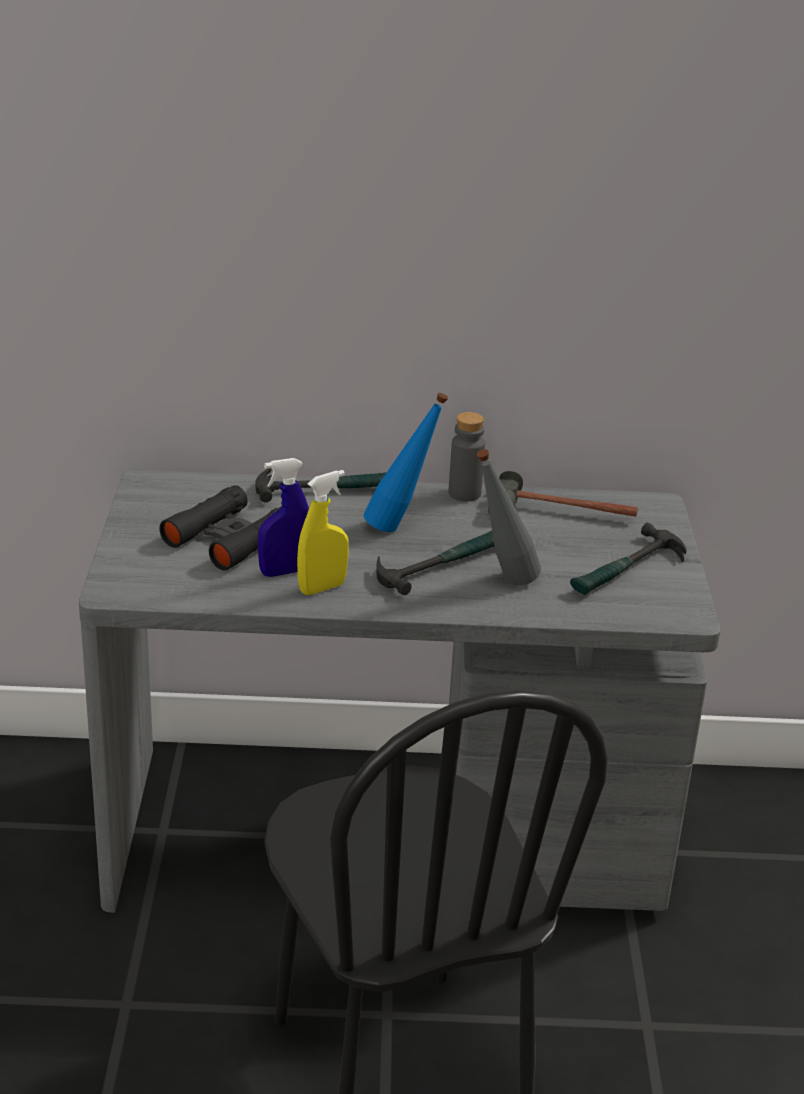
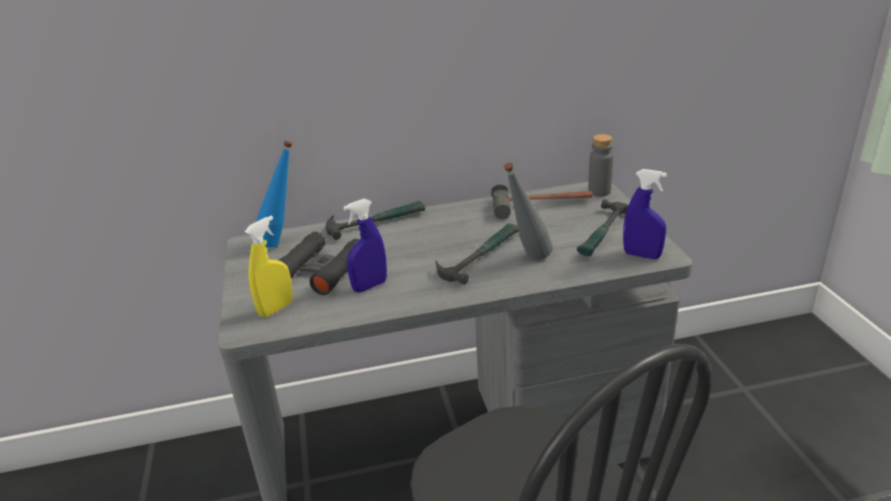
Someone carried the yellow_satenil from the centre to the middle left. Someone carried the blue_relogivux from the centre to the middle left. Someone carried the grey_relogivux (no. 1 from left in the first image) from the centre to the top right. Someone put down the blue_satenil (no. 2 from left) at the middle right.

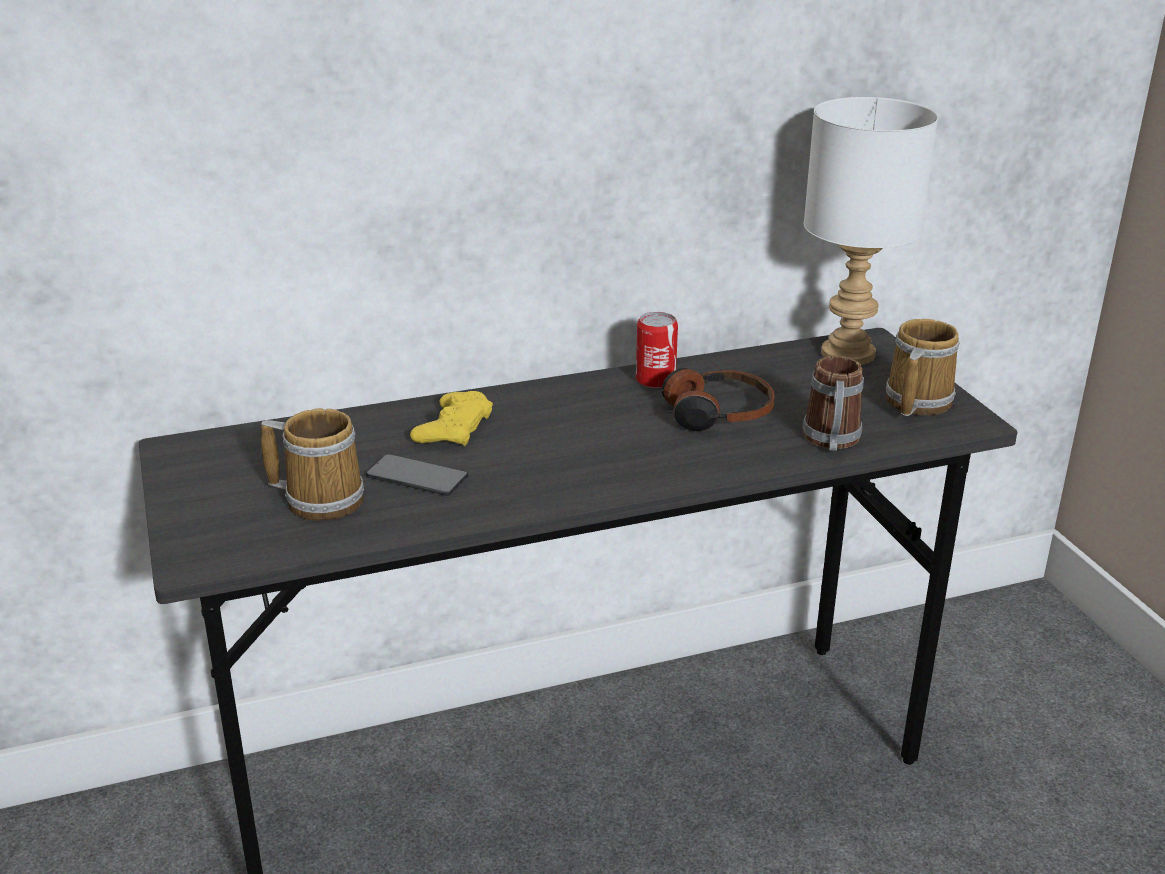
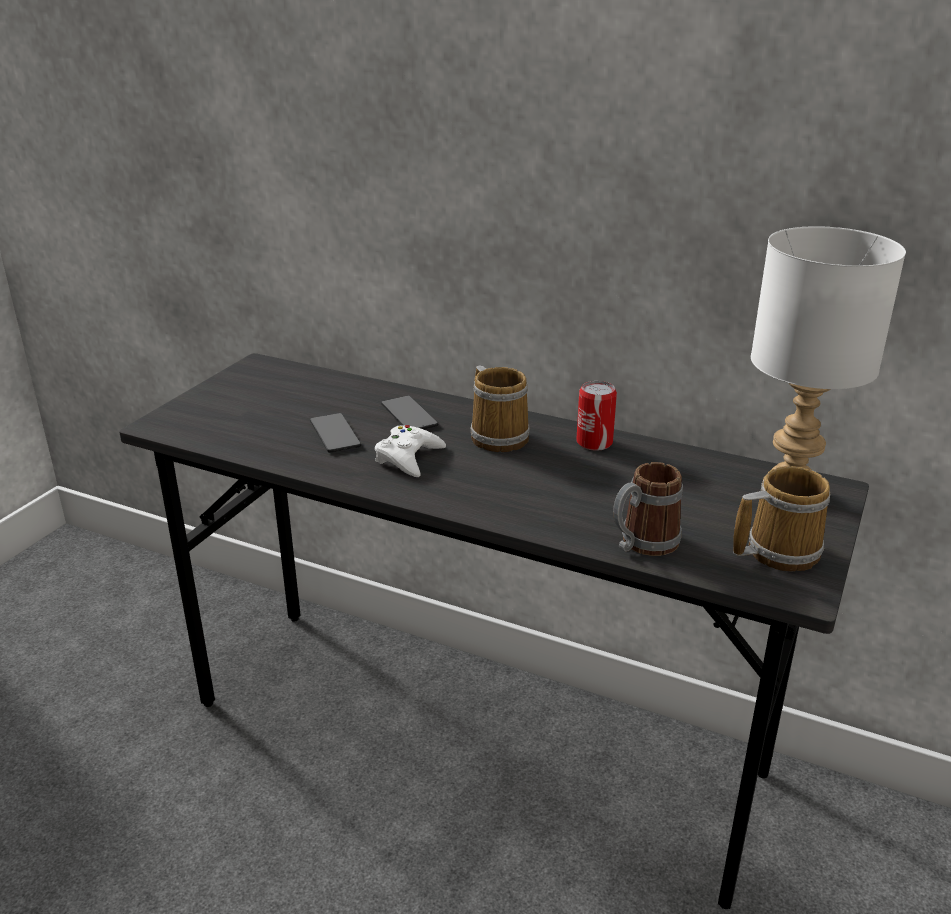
Someone put down the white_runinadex at the centre. Someone swapped the yellow_runinadex at the centre for the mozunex (no. 2 from left) at the centre. Someone carried the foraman (no. 1 from left) from the middle left to the centre. Someone took away the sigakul at the centre.

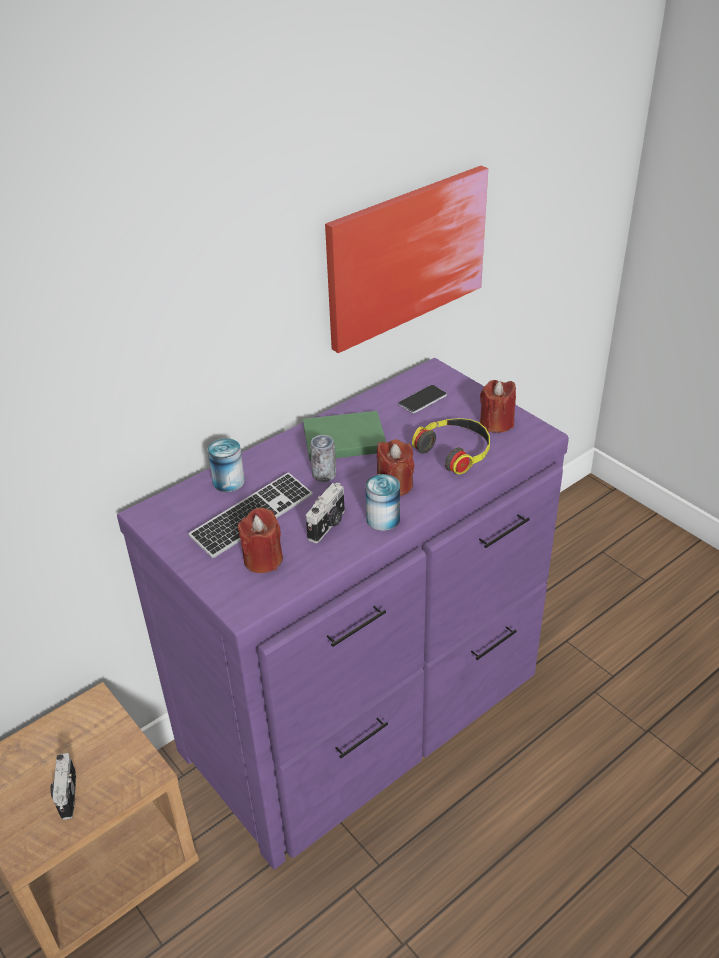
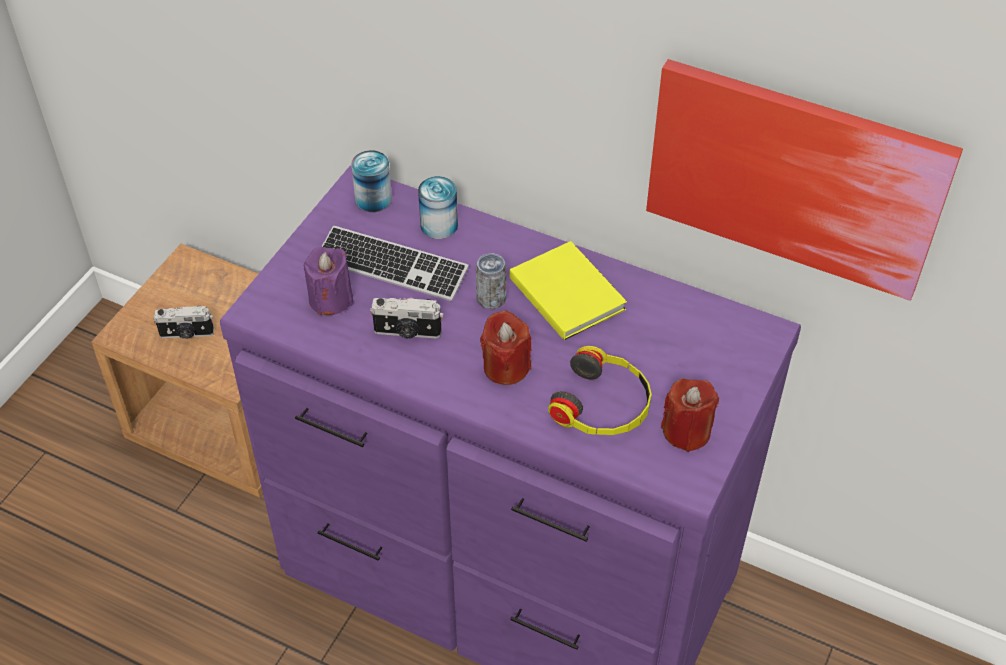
Someone rotated the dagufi (no. 1 from left) at the bottom left by 150 degrees counterclockwise. Someone repainted the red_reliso (no. 1 from left) at the centre, which became the purple_reliso at the middle left. Someone carried the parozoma (no. 3 from left in the first image) from the centre to the top centre. Someone repainted the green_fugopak at the centre, which became the yellow_fugopak at the centre. Someone took away the mozunex at the centre.

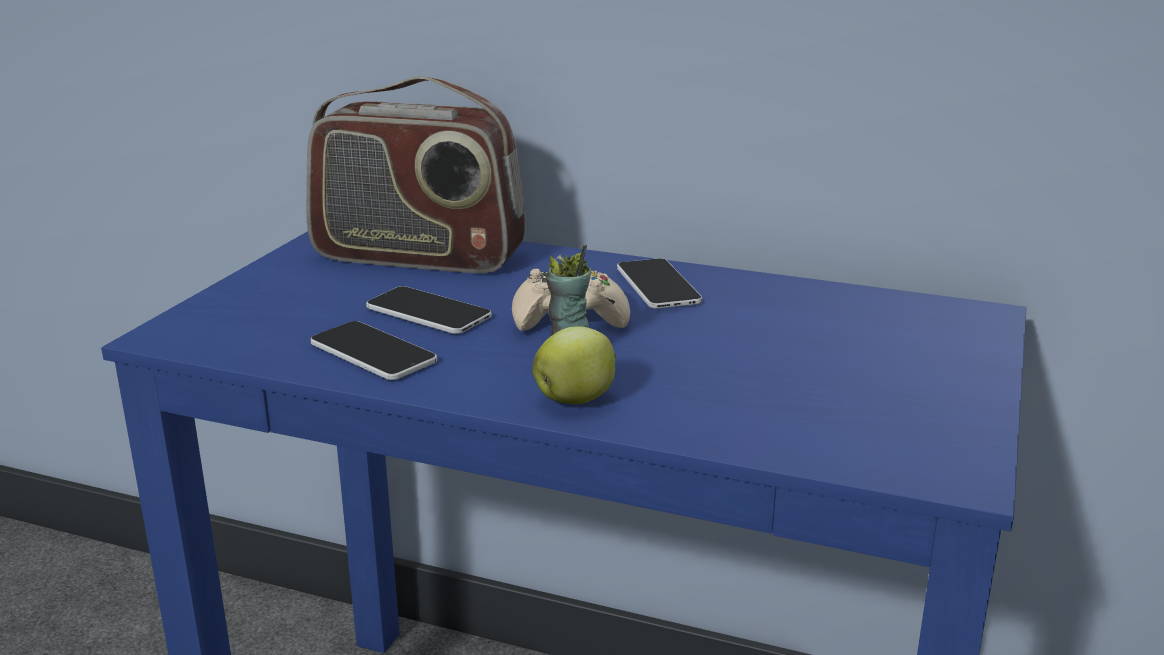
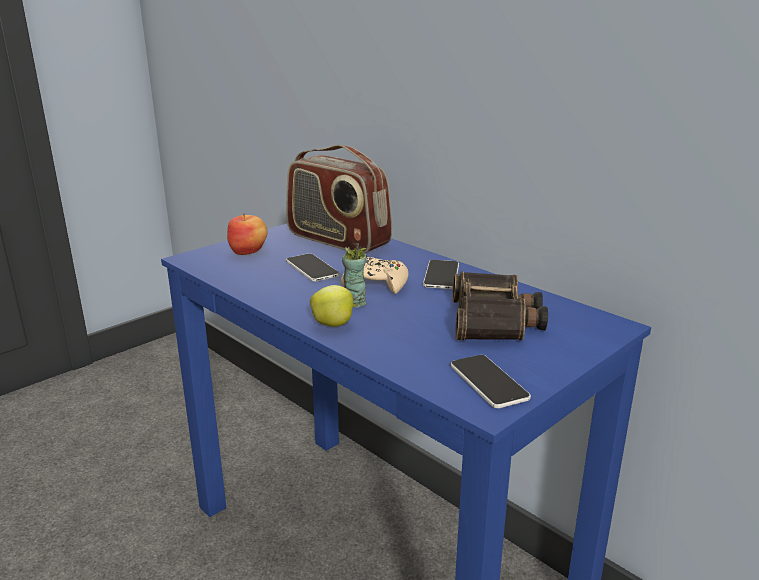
Someone put down the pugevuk (no. 1 from left) at the middle left. Someone carried the mozunex (no. 1 from left in the first image) from the middle left to the centre. Someone put down the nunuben at the centre.

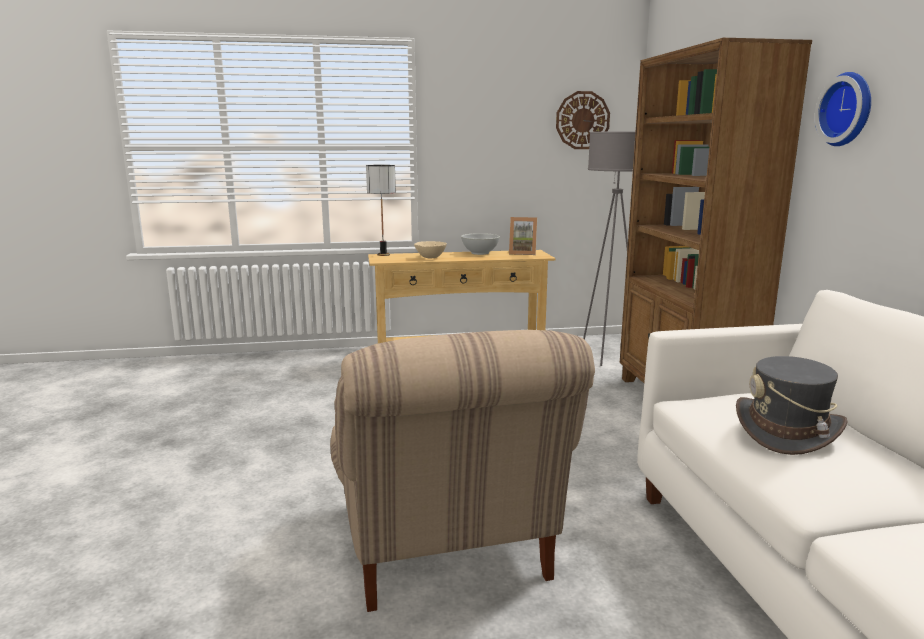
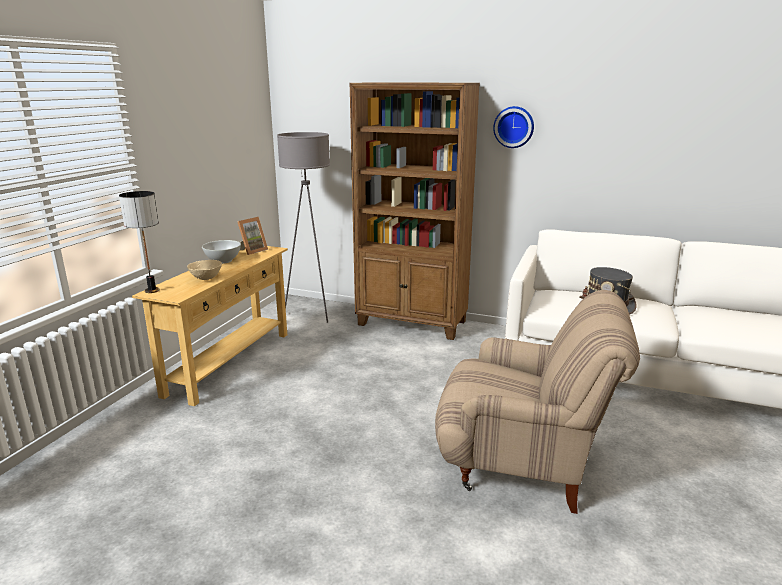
Someone took away the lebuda (no. 1 from left) at the top centre.

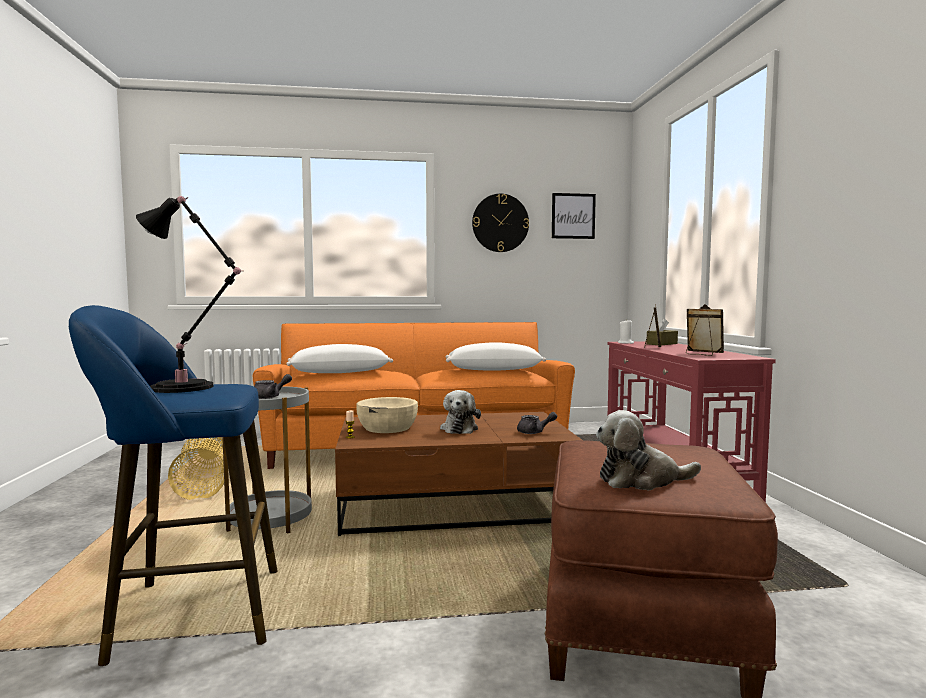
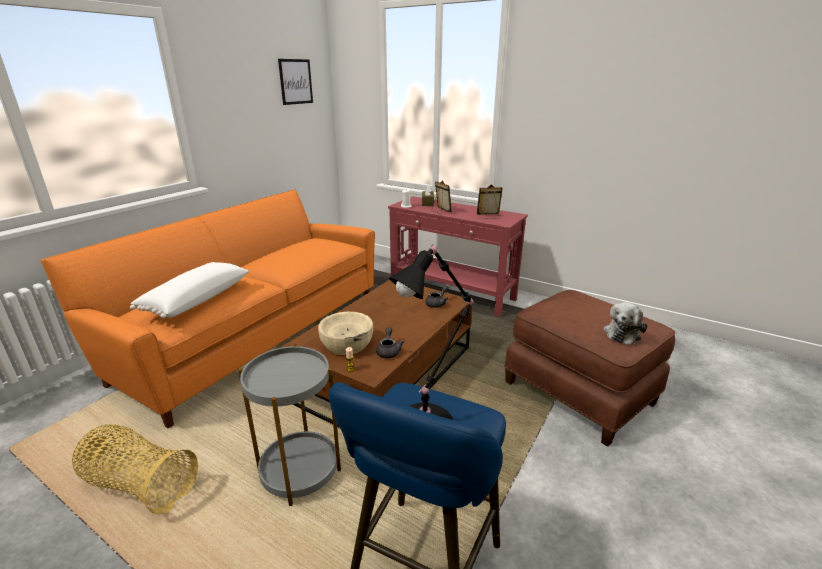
Someone carried the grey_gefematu (no. 1 from left) from the middle left to the centre. Someone took away the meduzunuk (no. 1 from left) at the centre. Someone took away the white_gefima (no. 2 from left) at the centre. Someone took away the lebuda at the top centre.

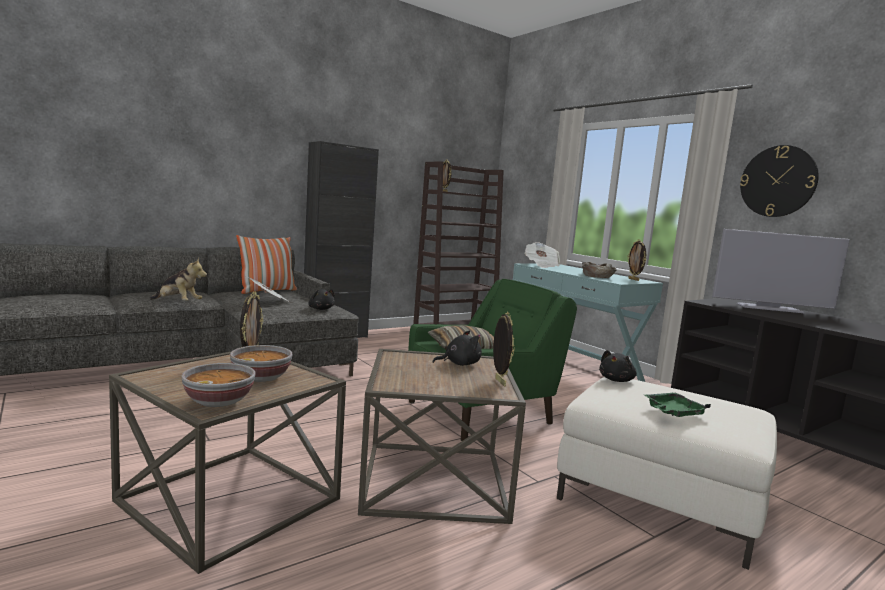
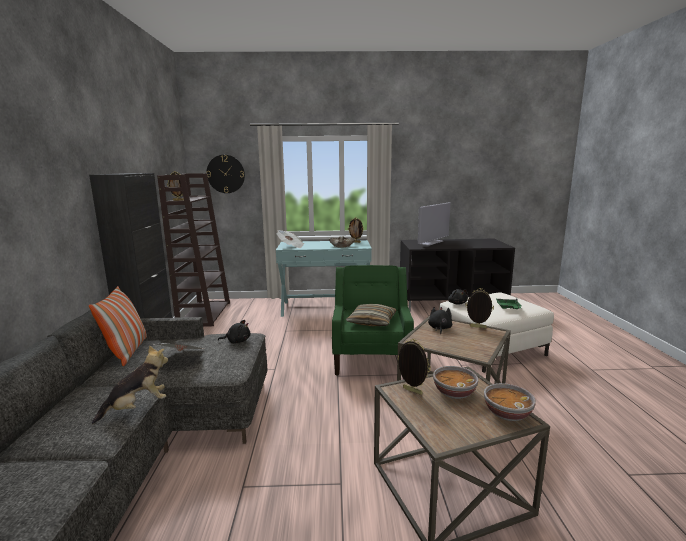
Someone carried the lebuda from the top right to the top left.

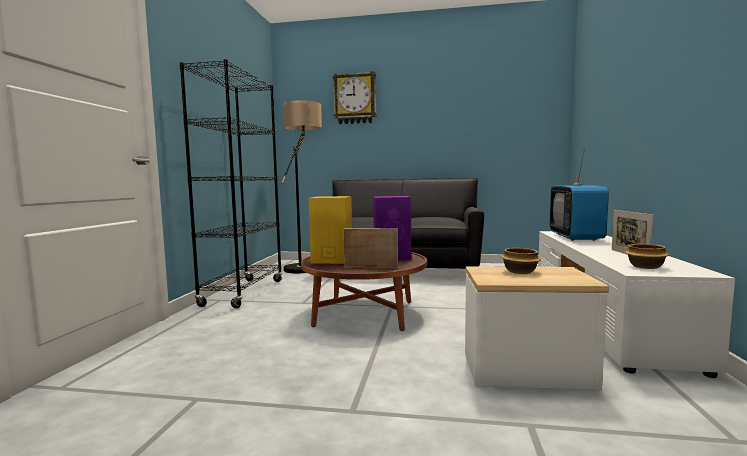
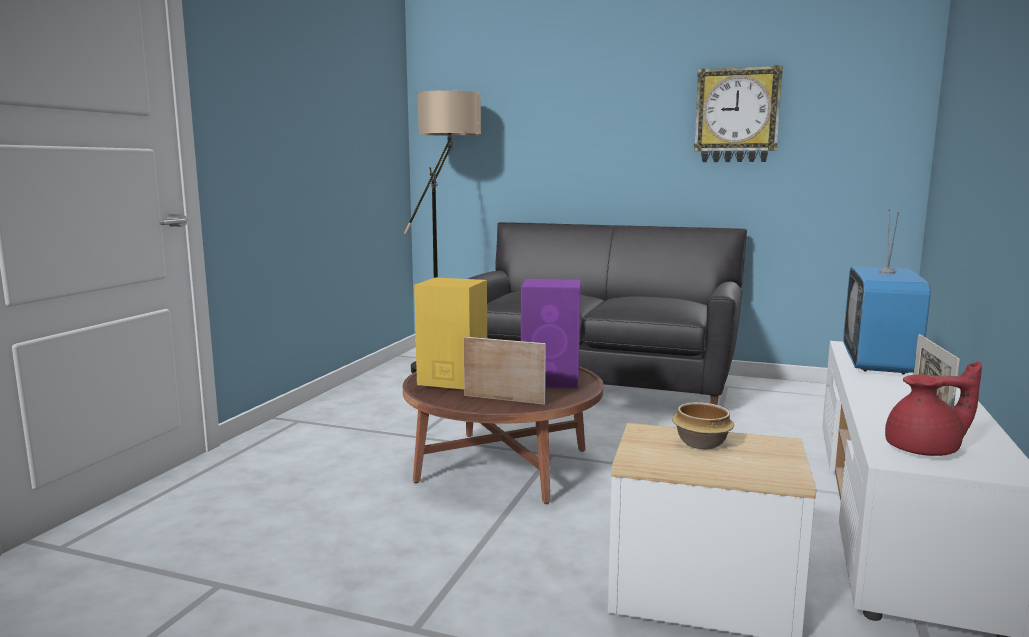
Someone carried the lebuda from the top centre to the top right. Someone swapped the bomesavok (no. 2 from left) at the middle right for the red_gefematu at the middle right. Someone took away the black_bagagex at the middle left.

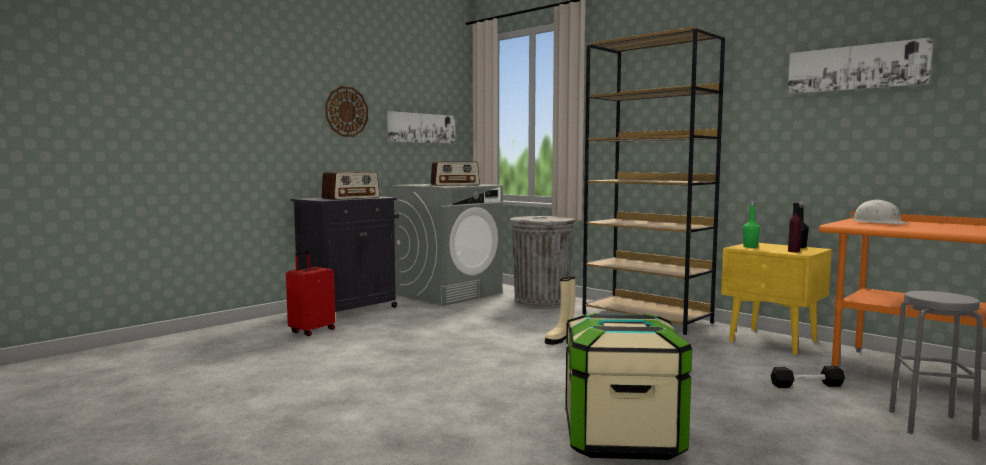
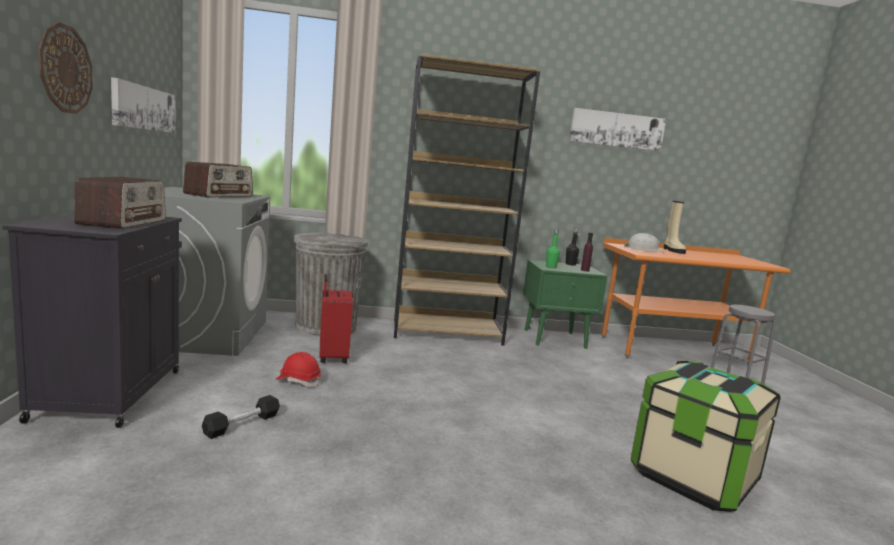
Someone carried the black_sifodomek from the bottom right to the bottom left. Someone put down the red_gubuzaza at the bottom centre. Someone carried the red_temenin from the middle left to the centre. Someone repainted the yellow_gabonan at the middle right, which became the green_gabonan at the centre. Someone carried the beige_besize from the bottom centre to the middle right.

